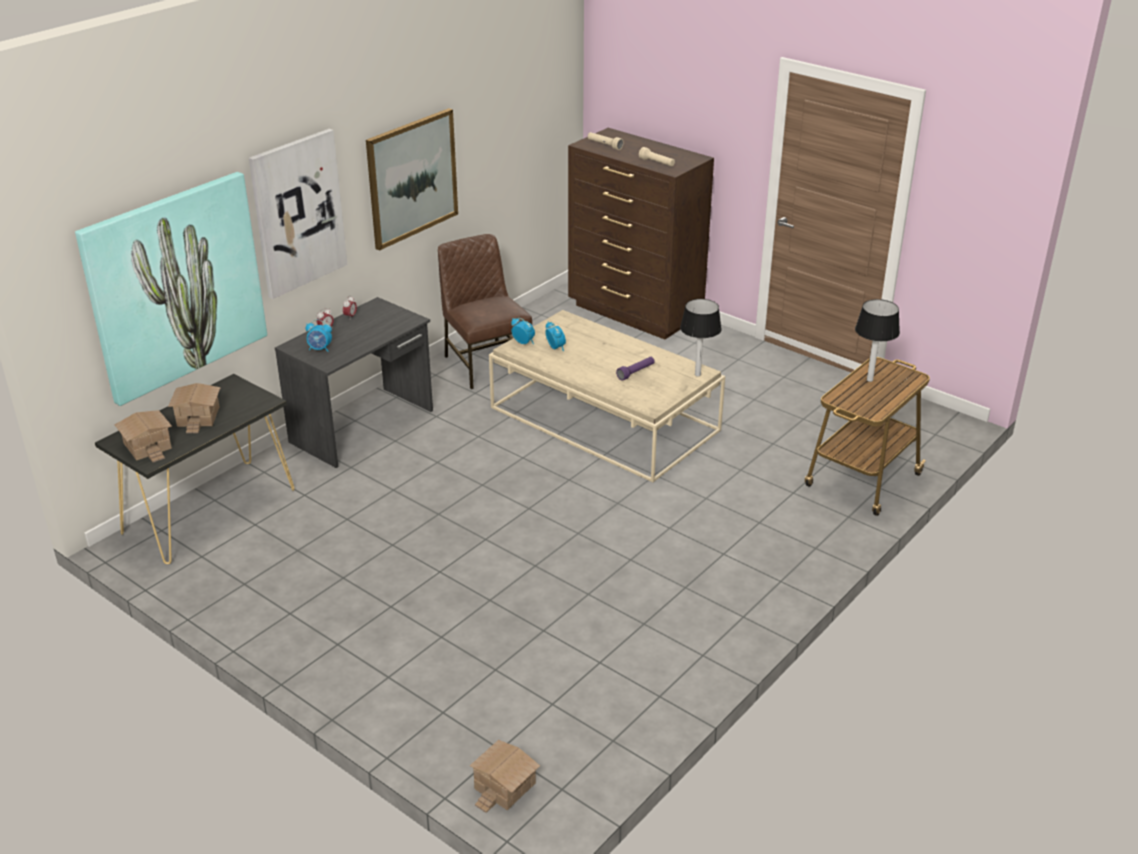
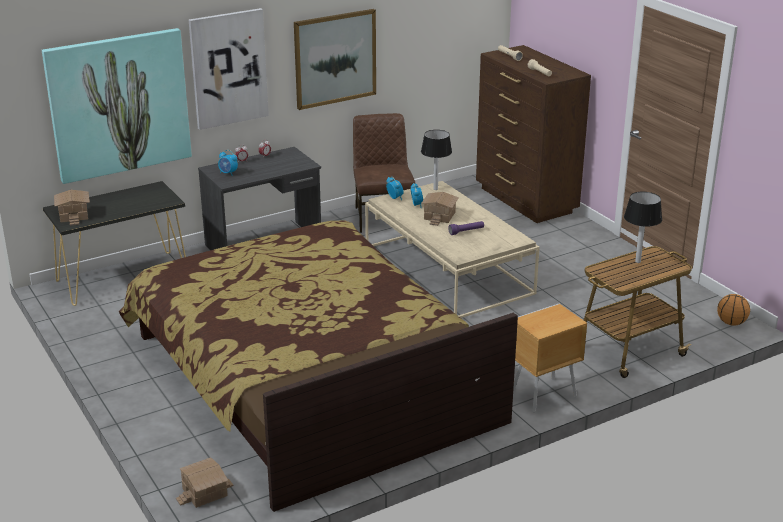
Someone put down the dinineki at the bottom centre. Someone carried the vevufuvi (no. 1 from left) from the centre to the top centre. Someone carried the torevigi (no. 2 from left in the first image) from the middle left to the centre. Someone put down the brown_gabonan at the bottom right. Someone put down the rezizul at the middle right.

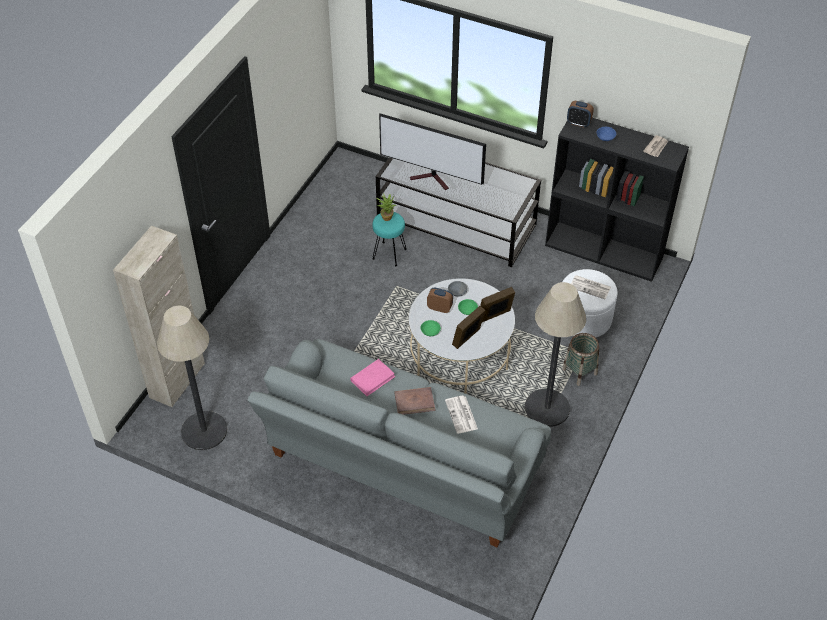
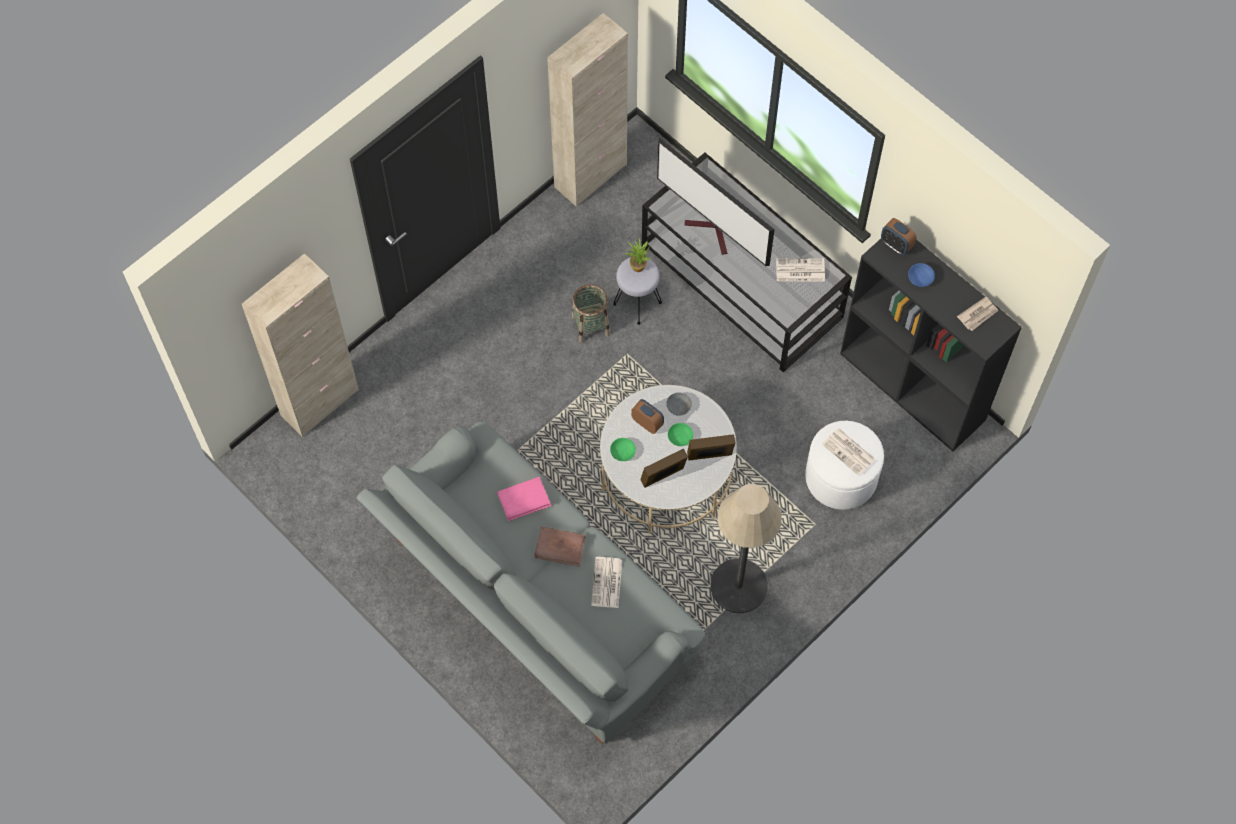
Someone put down the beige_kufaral (no. 2 from left) at the top centre. Someone carried the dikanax from the middle right to the centre. Someone repainted the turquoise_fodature at the centre, which became the grey_fodature at the centre. Someone put down the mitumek (no. 2 from left) at the top centre. Someone took away the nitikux (no. 1 from left) at the middle left.

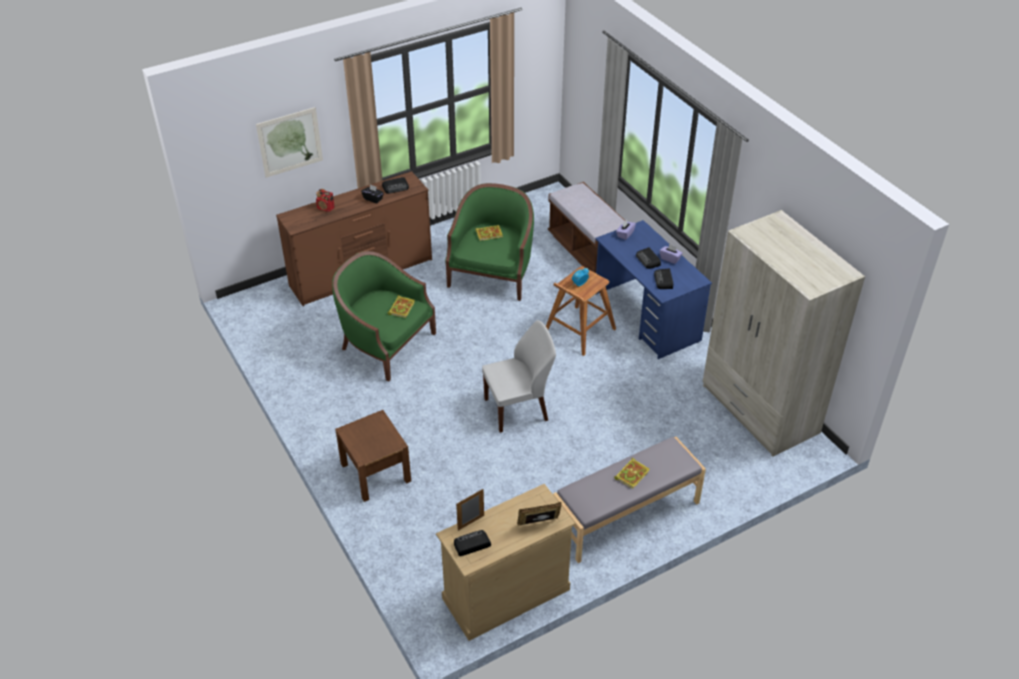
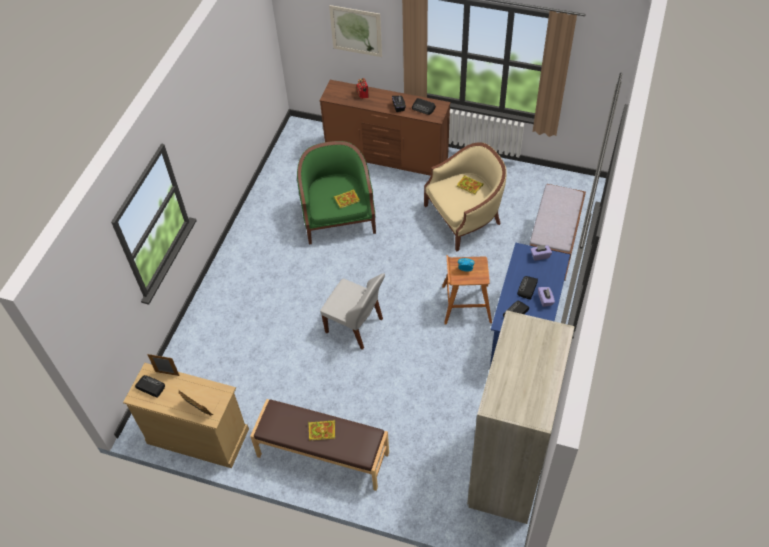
Someone repainted the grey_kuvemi at the bottom centre, which became the brown_kuvemi (no. 1 from left) at the bottom centre. Someone repainted the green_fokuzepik (no. 2 from left) at the centre, which became the beige_fokuzepik at the centre. Someone took away the brown_gabonan at the bottom centre.

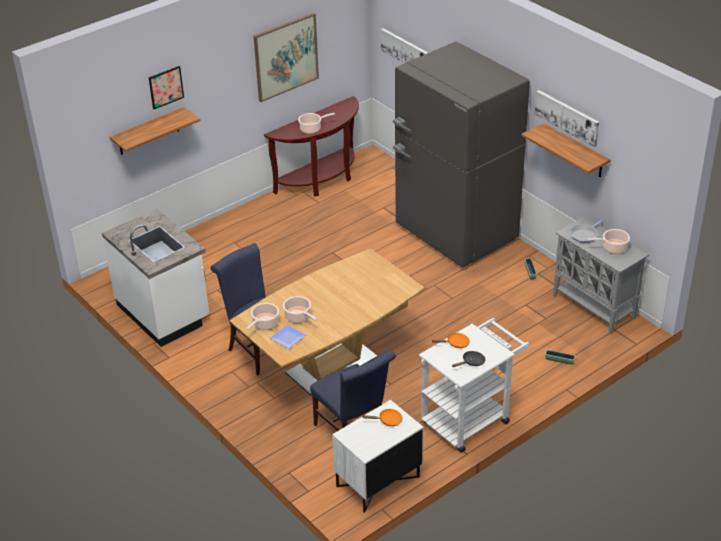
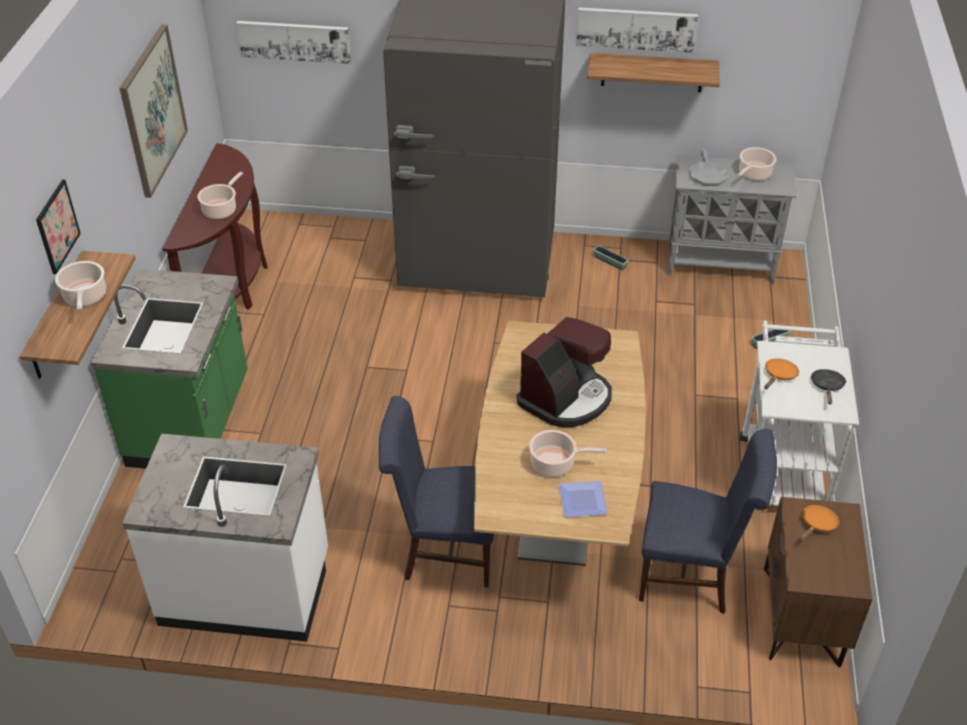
Someone carried the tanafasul (no. 1 from left) from the centre to the middle left. Someone put down the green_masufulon at the middle left. Someone put down the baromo at the centre. Someone repainted the white_gabonan at the bottom centre, which became the brown_gabonan at the bottom right.

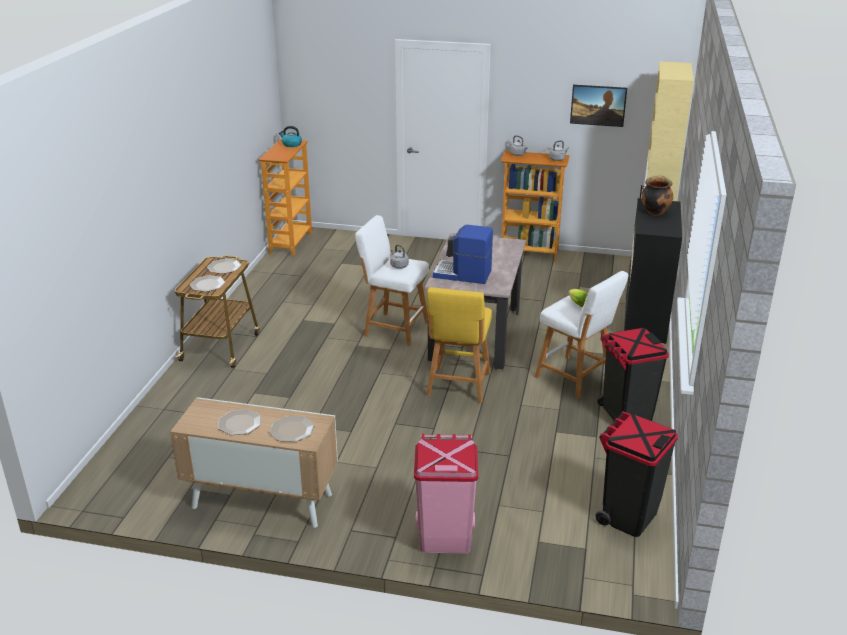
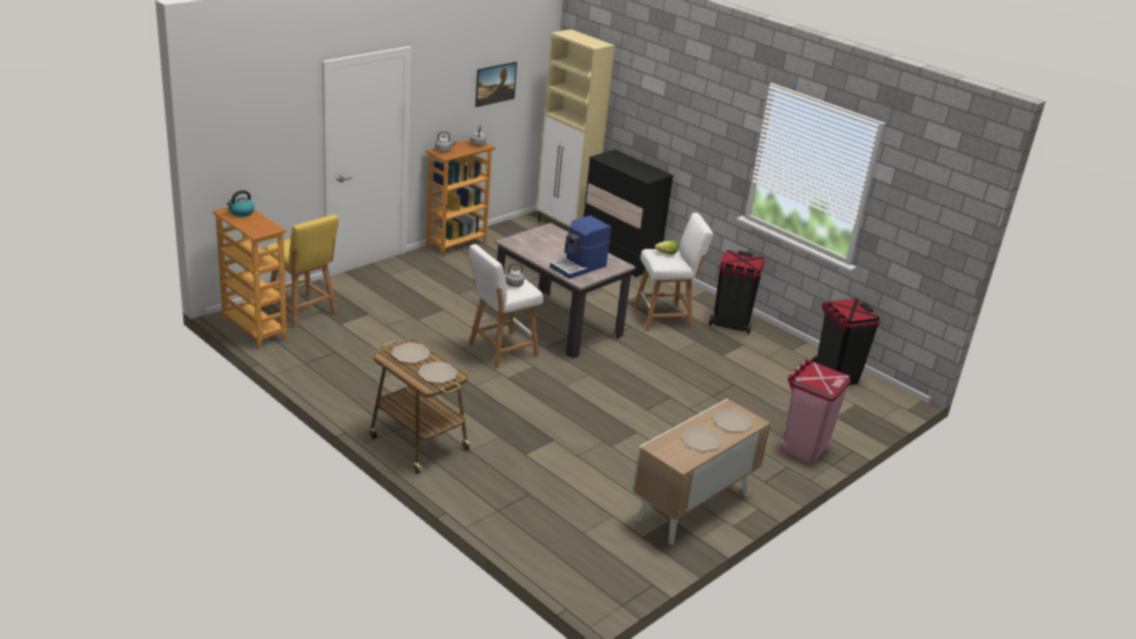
Someone carried the yellow_fodature from the centre to the middle left. Someone took away the tanafasul at the top right.

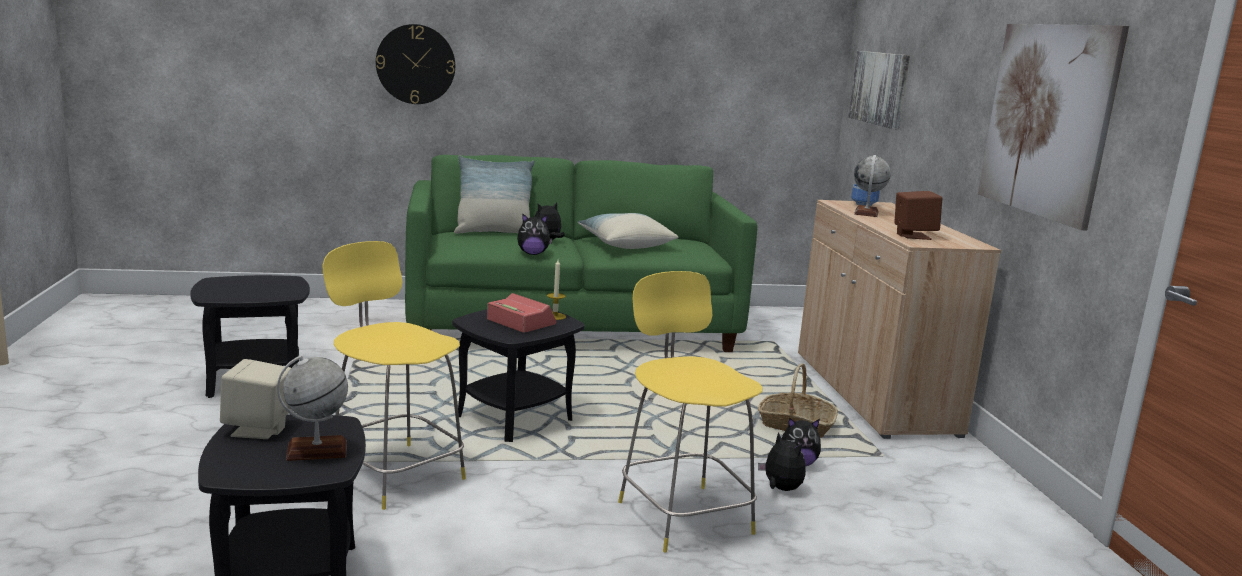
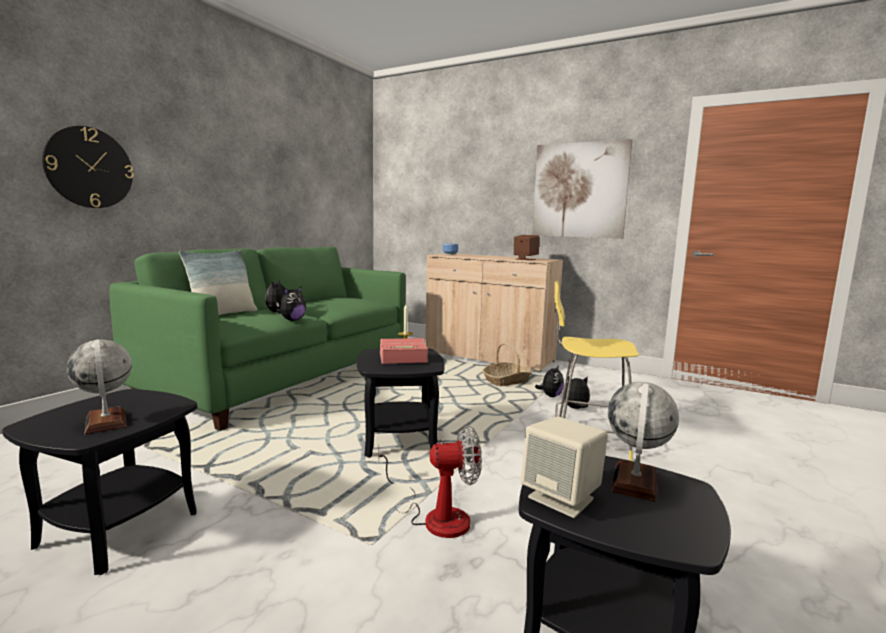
Someone carried the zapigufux (no. 2 from left in the first image) from the top right to the middle left. Someone swapped the yellow_fodature (no. 1 from left) at the middle left for the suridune at the bottom centre. Someone took away the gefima (no. 2 from left) at the centre. Someone took away the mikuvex (no. 1 from left) at the top right.

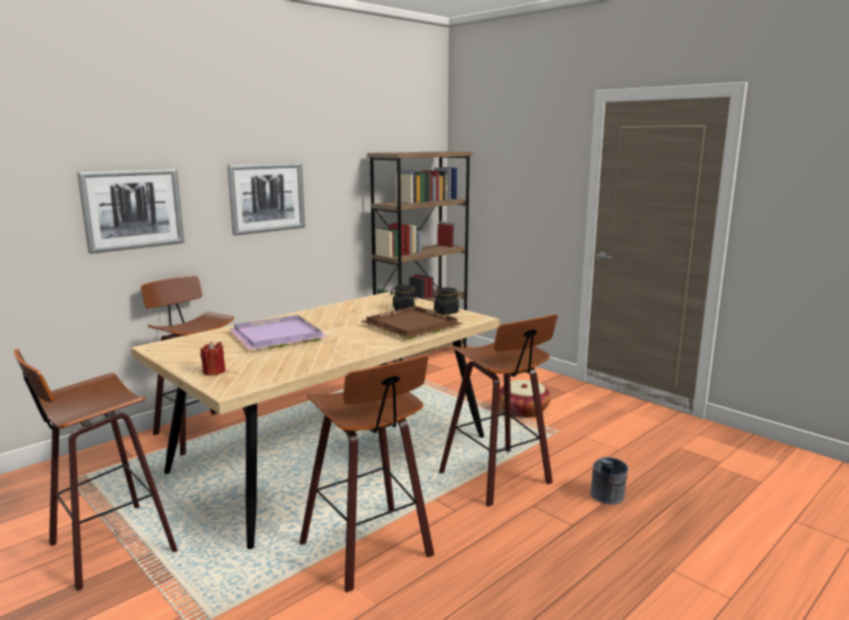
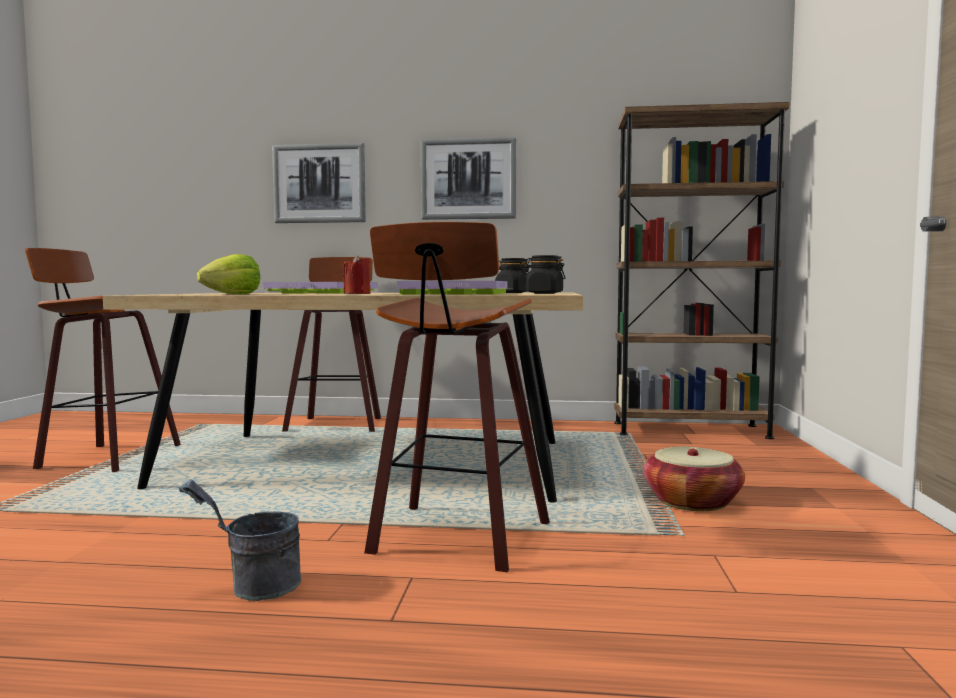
Someone carried the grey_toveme from the bottom right to the bottom left. Someone put down the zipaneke at the middle left. Someone carried the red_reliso from the middle left to the centre. Someone repainted the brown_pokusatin at the centre, which became the purple_pokusatin (no. 2 from left) at the centre. Someone took away the fodature (no. 3 from left) at the bottom centre.

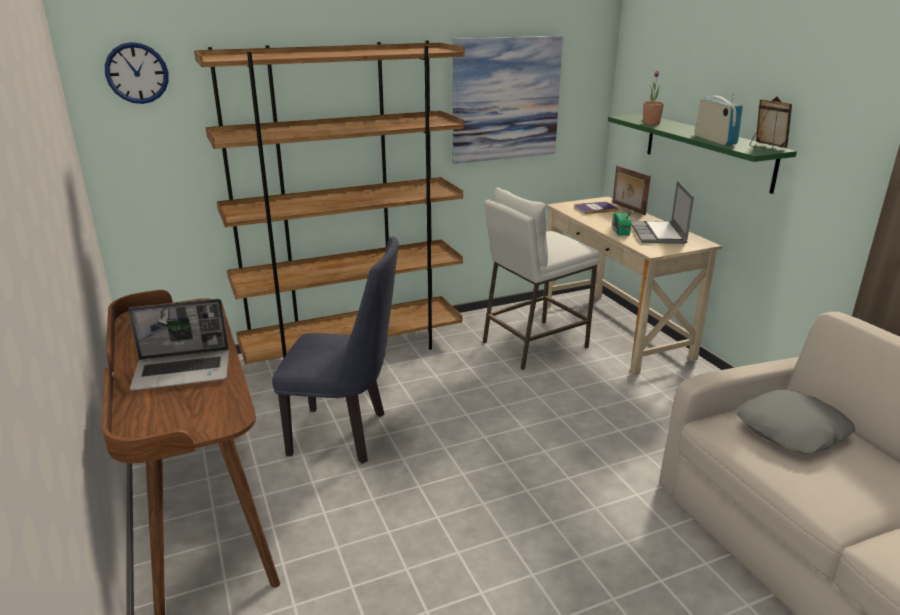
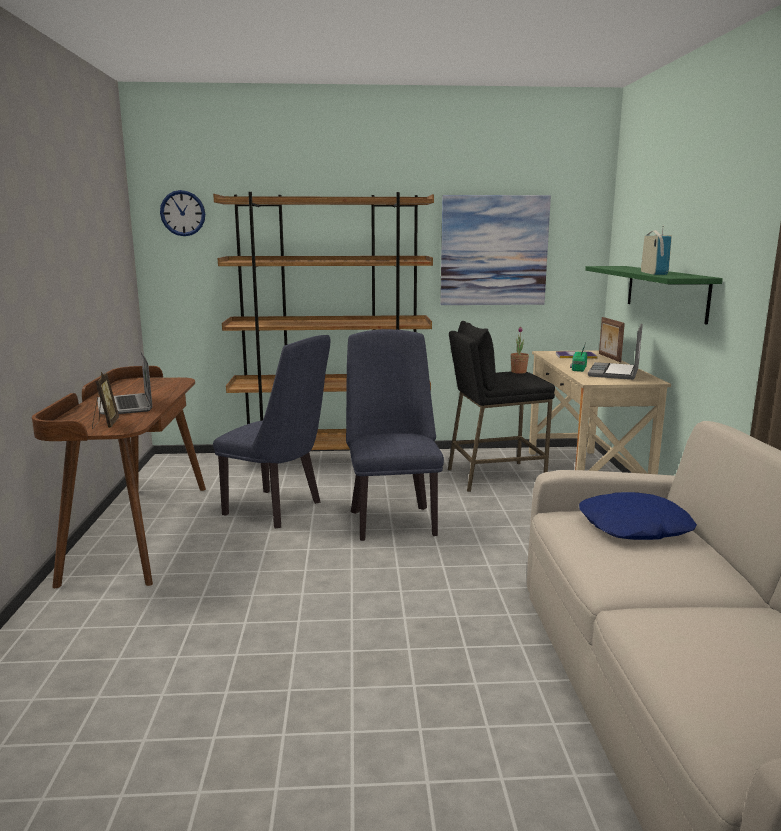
Someone carried the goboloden (no. 2 from left in the first image) from the top right to the middle left. Someone rotated the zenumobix (no. 1 from left) at the middle left by 60 degrees clockwise. Someone put down the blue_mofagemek (no. 2 from left) at the centre. Someone repainted the white_fodature at the centre, which became the black_fodature at the centre. Someone carried the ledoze from the top right to the centre. Someone repainted the grey_gefima at the bottom right, which became the blue_gefima at the middle right.

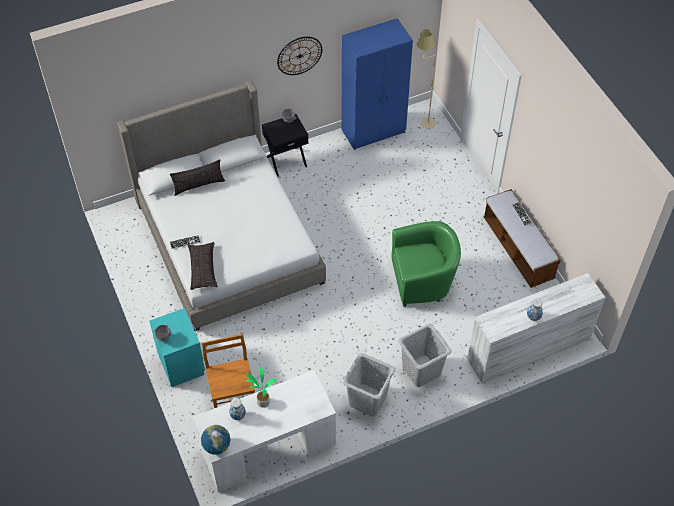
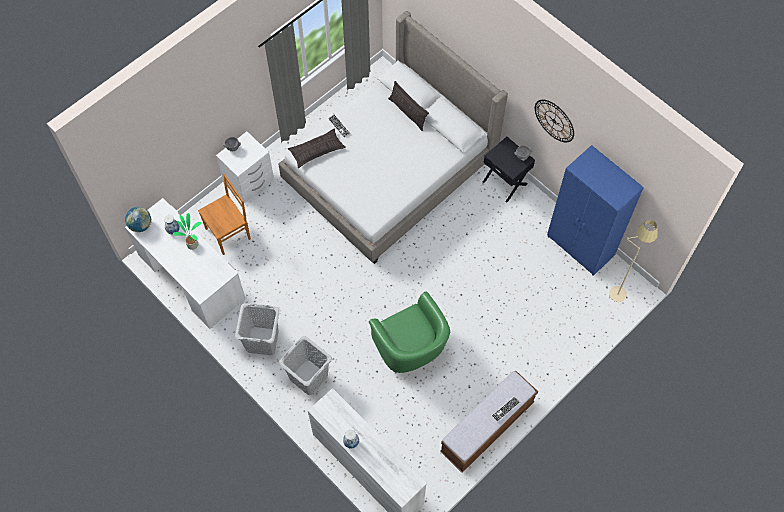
Someone repainted the turquoise_gabonan at the bottom left, which became the white_gabonan at the top left.

